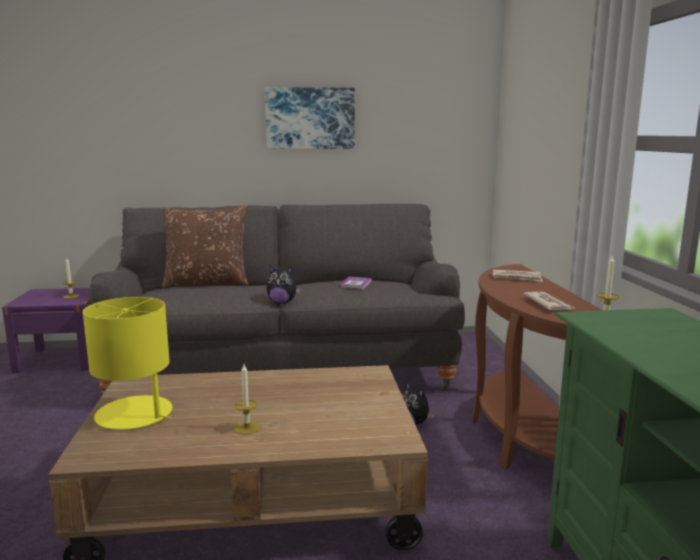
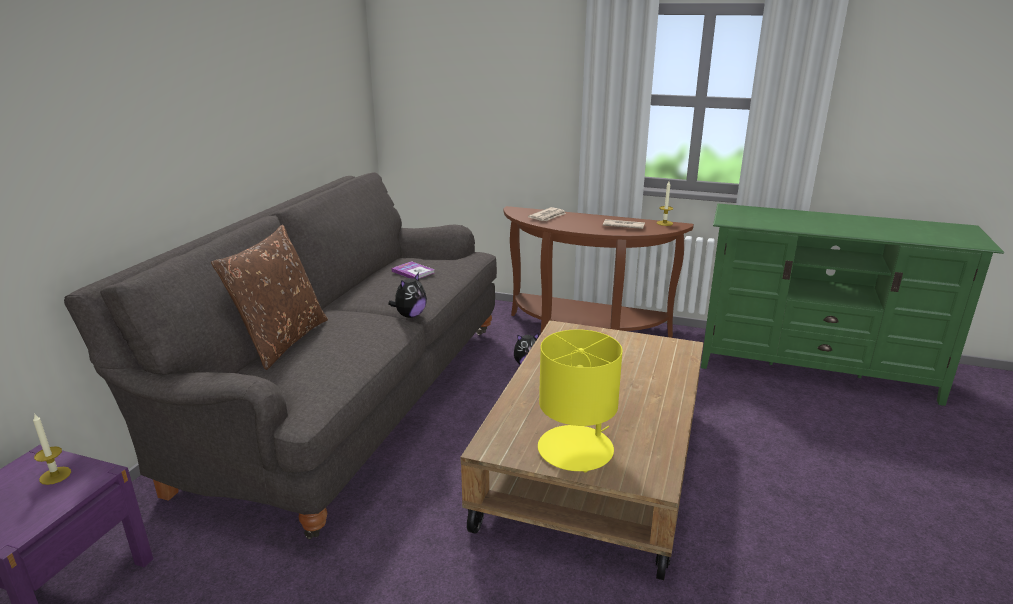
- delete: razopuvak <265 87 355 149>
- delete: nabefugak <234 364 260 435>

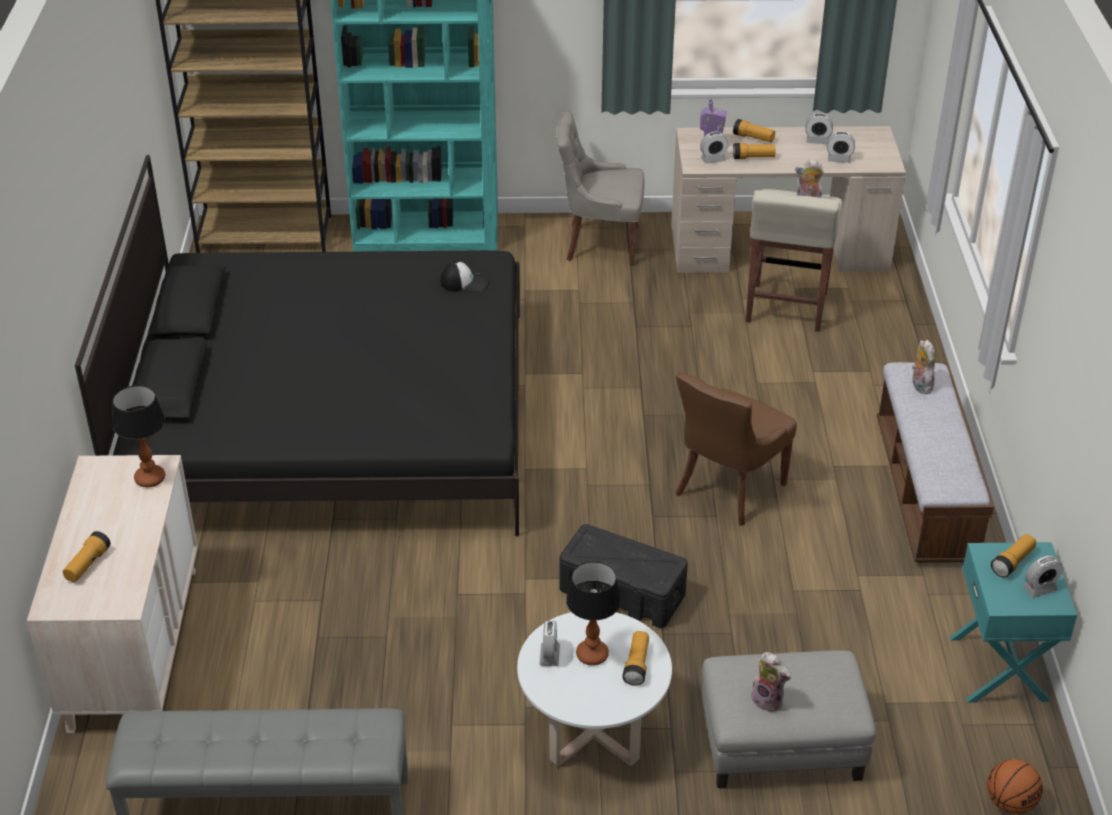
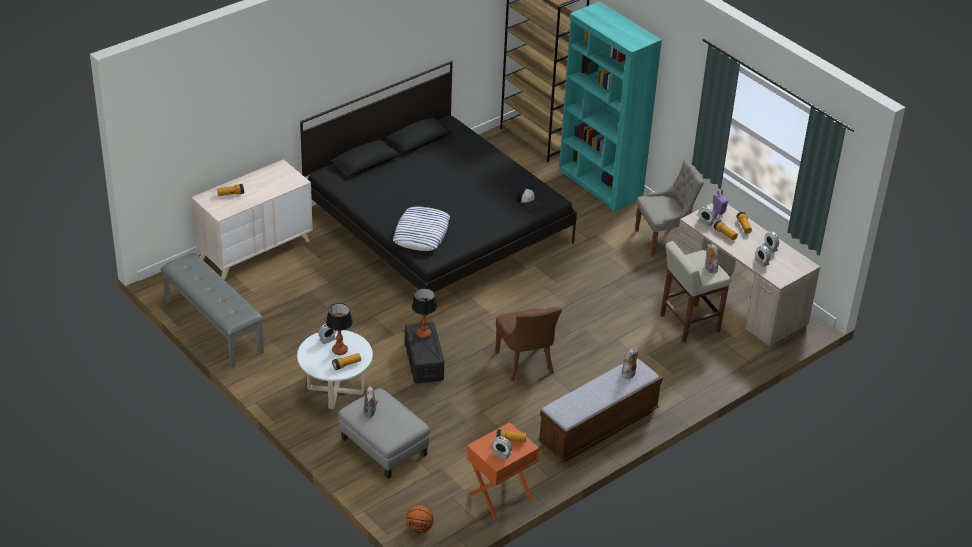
- rotate: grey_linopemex <556 111 645 266> = <635 159 704 257> 105 degrees clockwise
- rotate: brown_linopemex <676 373 797 526> = <496 307 562 381> 105 degrees counterclockwise
- move: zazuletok <113 385 165 487> to <412 288 437 339>
- recolor: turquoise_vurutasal <950 542 1077 703> to orange_vurutasal <467 422 539 520>
- insert: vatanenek <393 207 450 251>

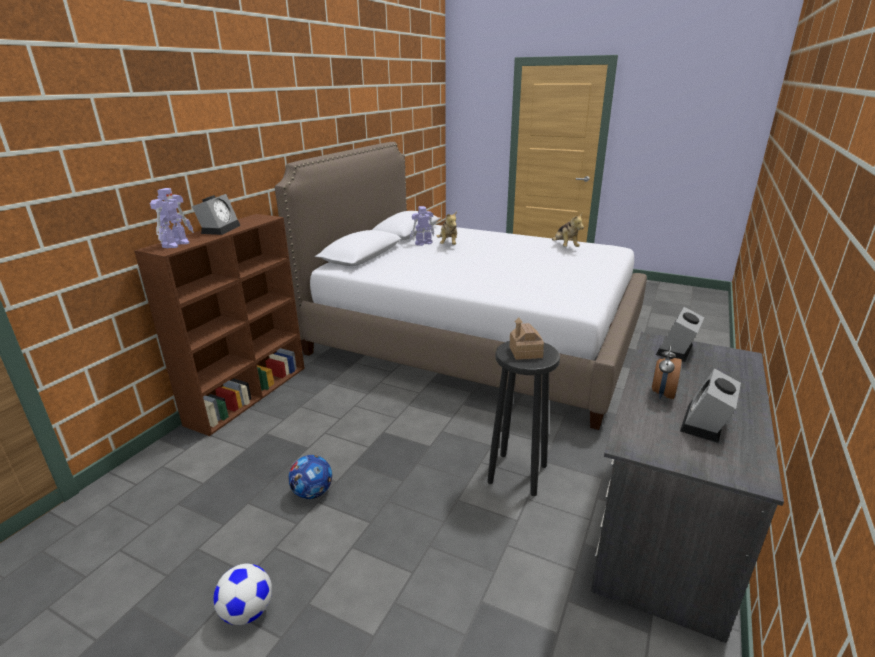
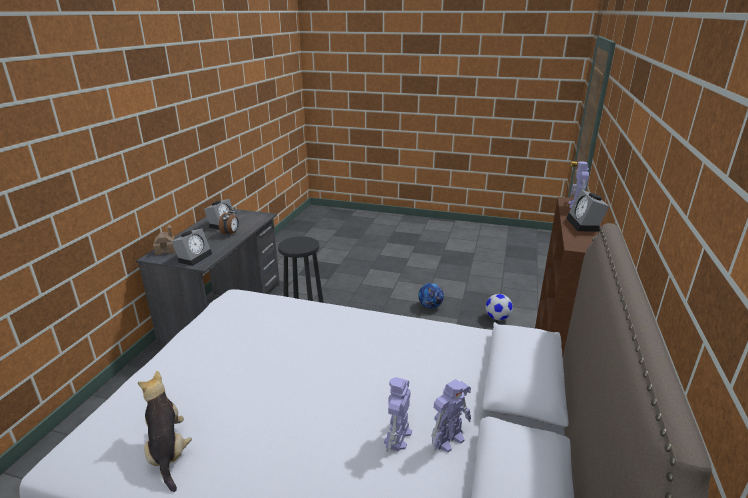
- replace: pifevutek <437 211 457 245> to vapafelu <384 377 412 452>
- move: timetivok <510 317 544 360> to <153 224 175 255>
- move: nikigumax <213 564 272 625> to <486 294 513 320>

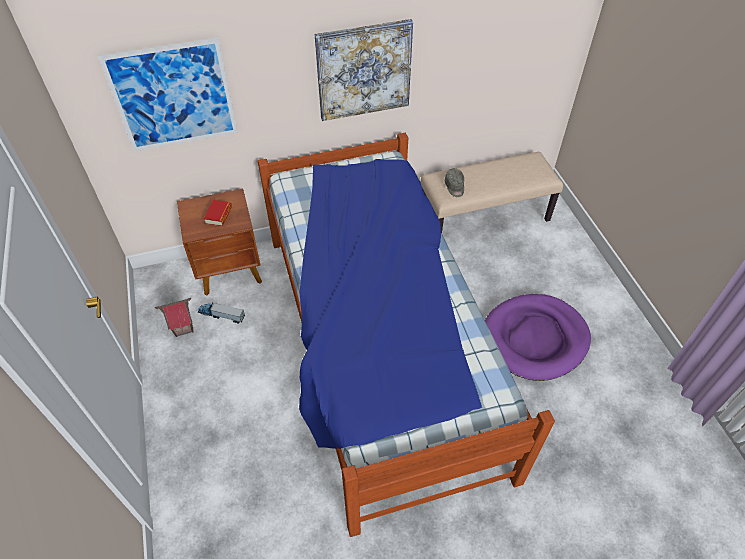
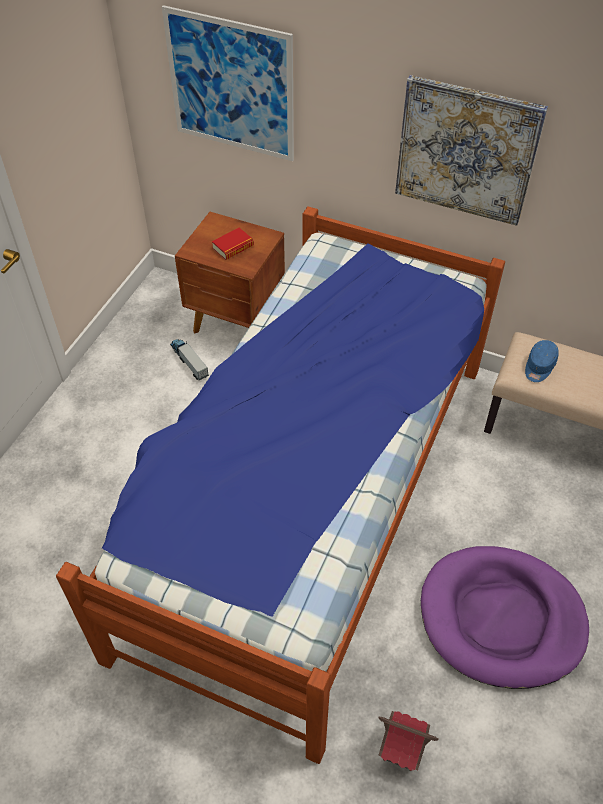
- recolor: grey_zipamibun <445 168 464 197> to blue_zipamibun <525 340 559 382>
- move: timetivok <155 298 194 337> to <378 711 438 771>

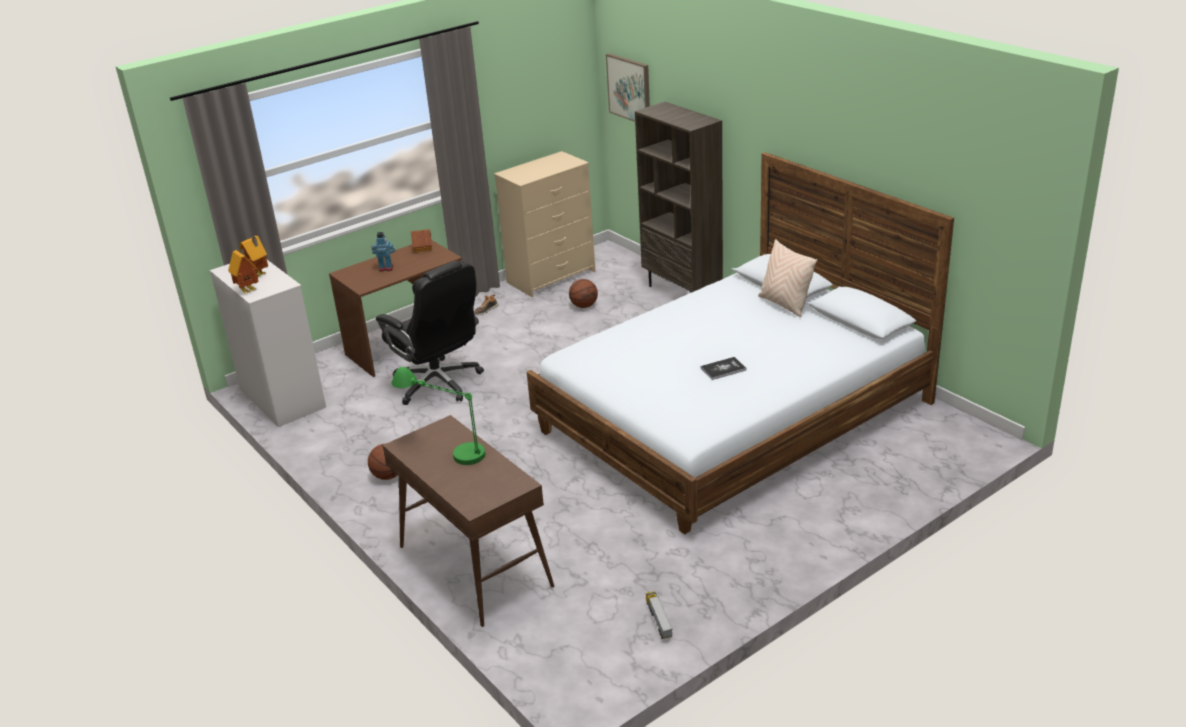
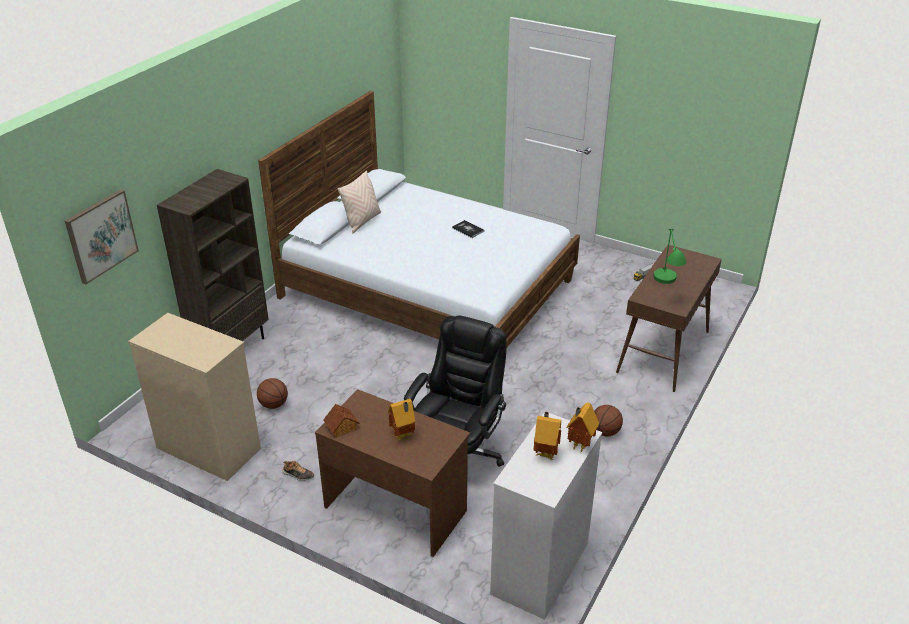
- replace: vapafelu <371 232 395 272> to timetivok <388 399 415 440>

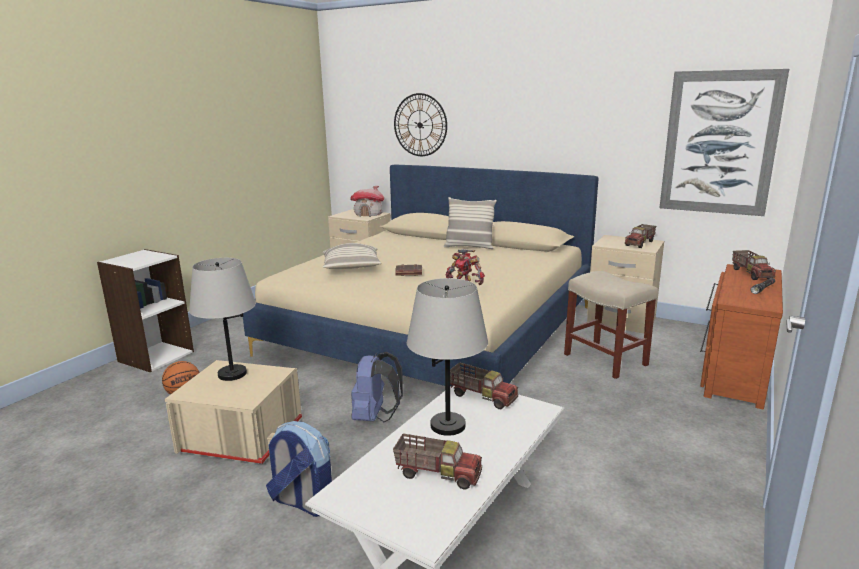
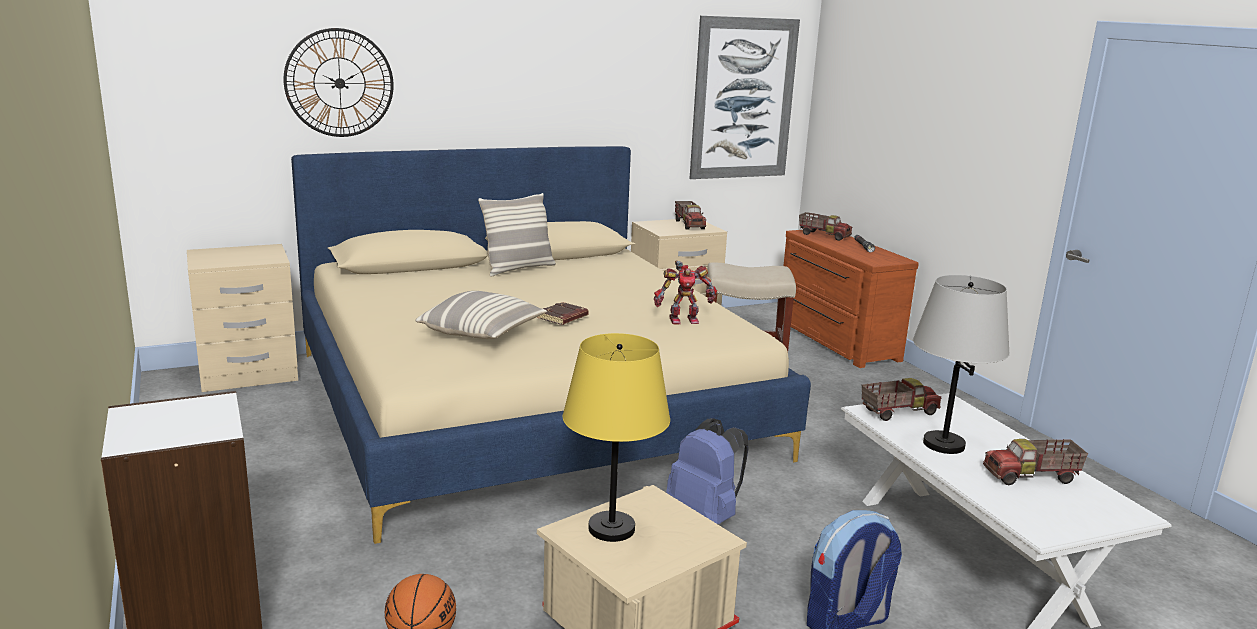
- delete: timetivok <351 186 384 217>
- recolor: grey_zazuletok <189 258 256 381> to yellow_zazuletok <563 333 670 542>
- rotate: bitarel <393 433 482 490> = <983 439 1088 485> 150 degrees counterclockwise

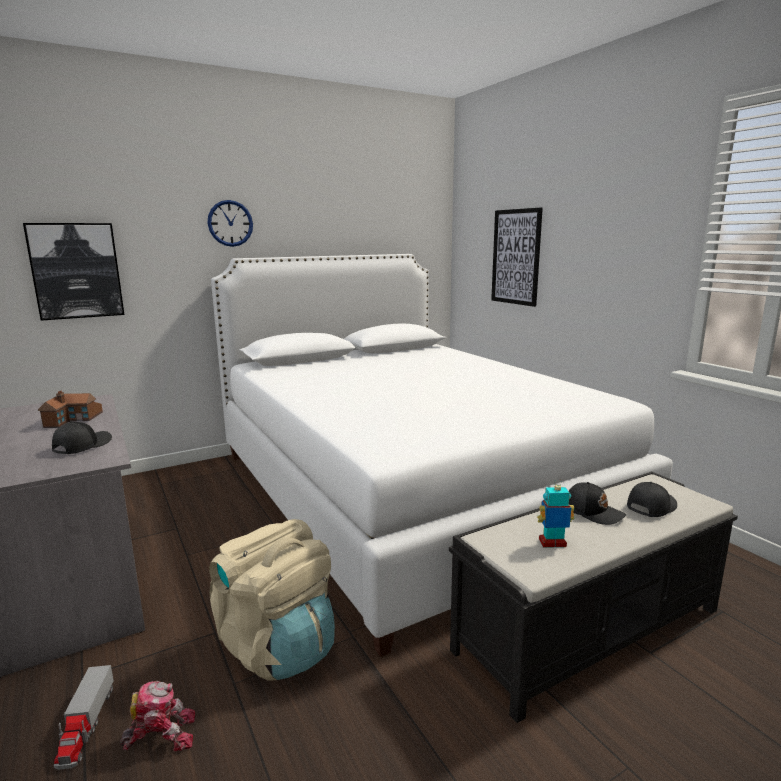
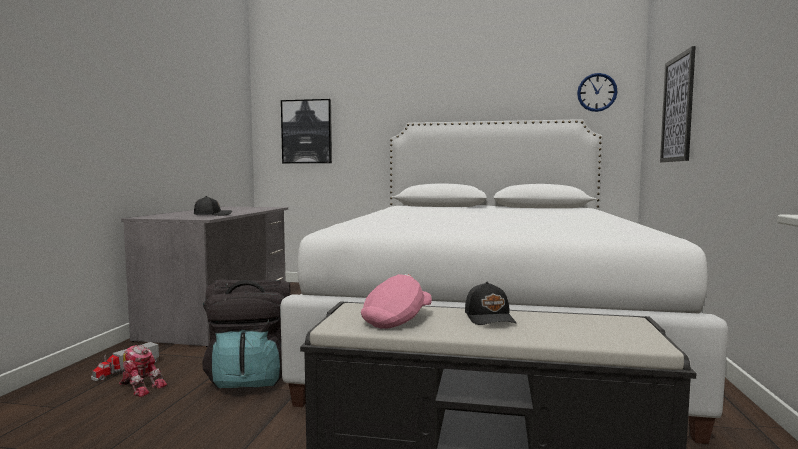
- move: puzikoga <208 200 253 247> to <577 73 618 112>
- delete: timetivok <38 391 103 428>
- replace: vapafelu <537 479 574 548> to pink_zipamibun <361 274 432 329>
- delete: black_zipamibun <627 482 677 517>
- recolor: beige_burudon <209 519 335 681> to black_burudon <202 280 291 388>

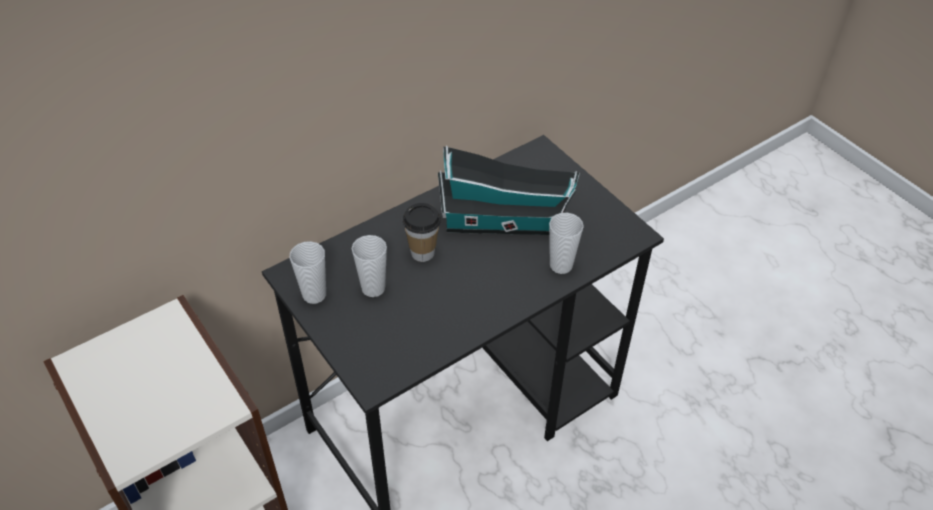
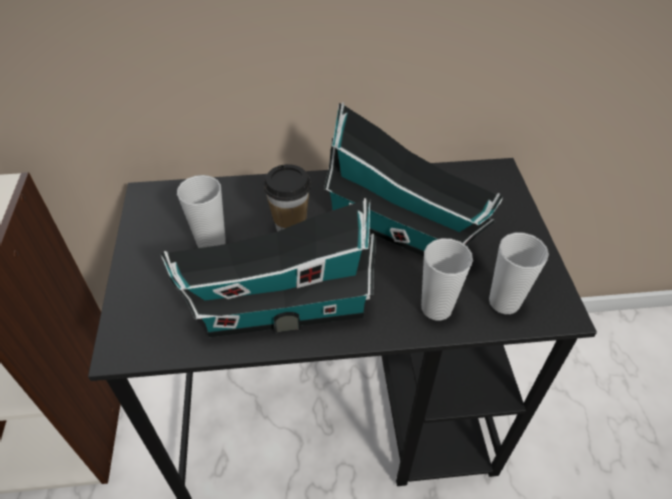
- move: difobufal <290 241 326 304> to <489 232 549 314>
- insert: timetivok <160 198 377 337>

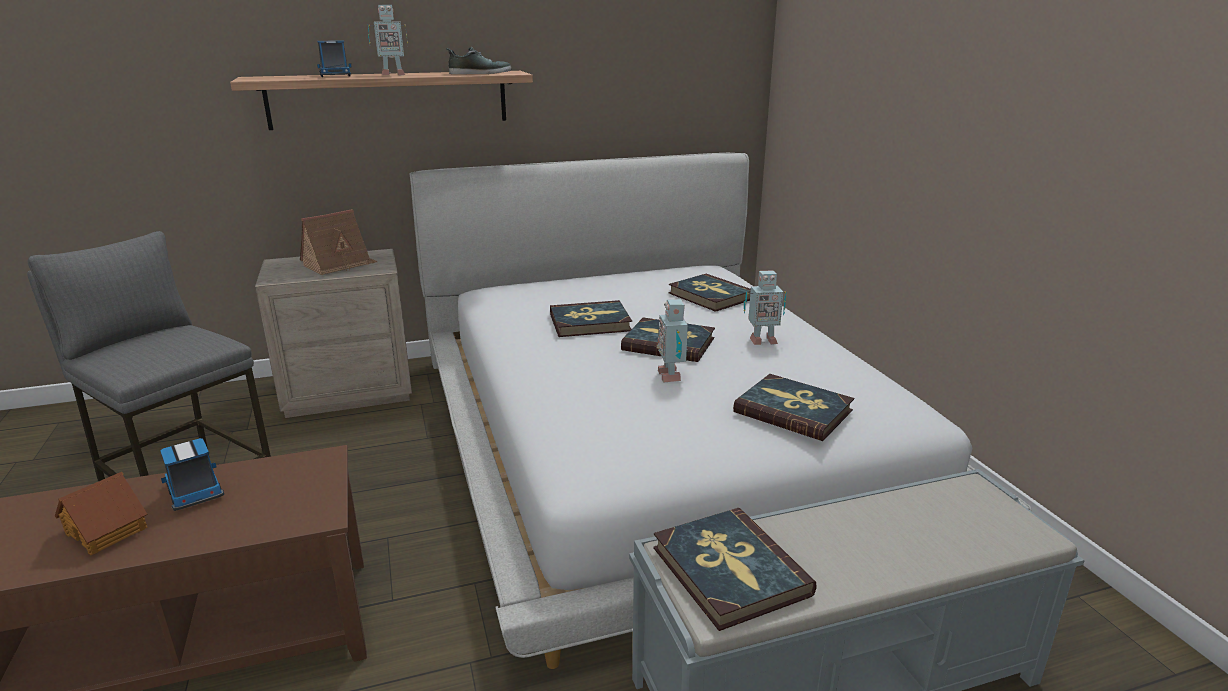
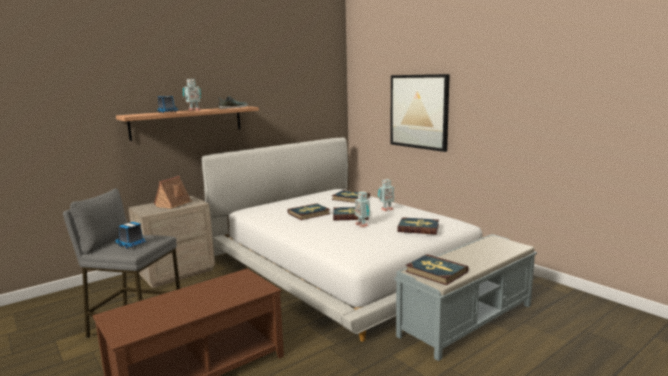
- move: bitarel <161 438 224 511> to <115 222 147 249>
- delete: timetivok <55 472 148 555>
- insert: razopuvak <391 74 450 152>

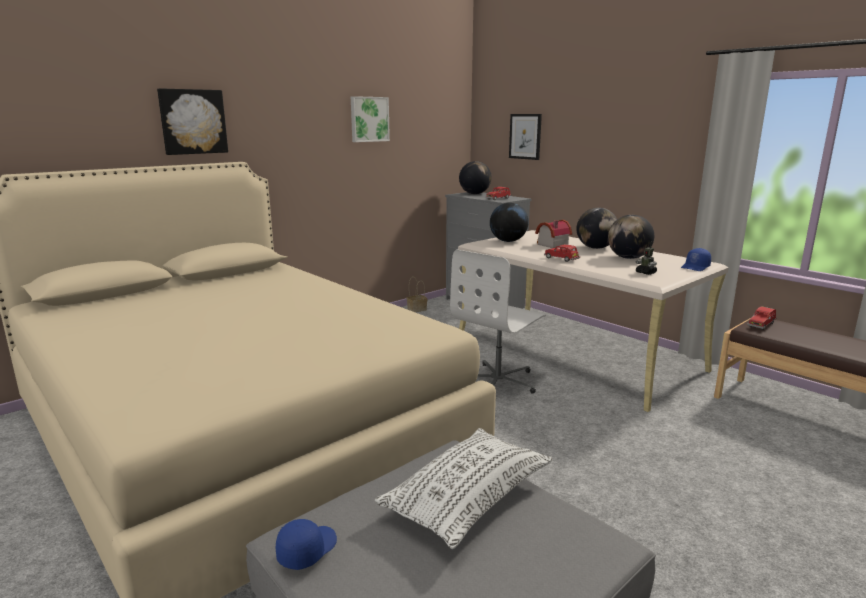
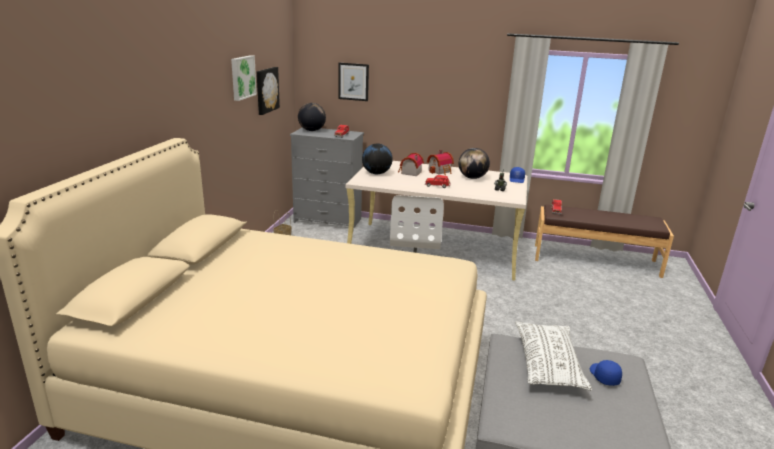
- move: razopuvak <157 88 228 155> to <257 67 280 115>
- replace: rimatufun <576 207 617 249> to timetivok <427 150 454 175>
- move: blue_zipamibun <276 519 337 570> to <590 360 622 386>

